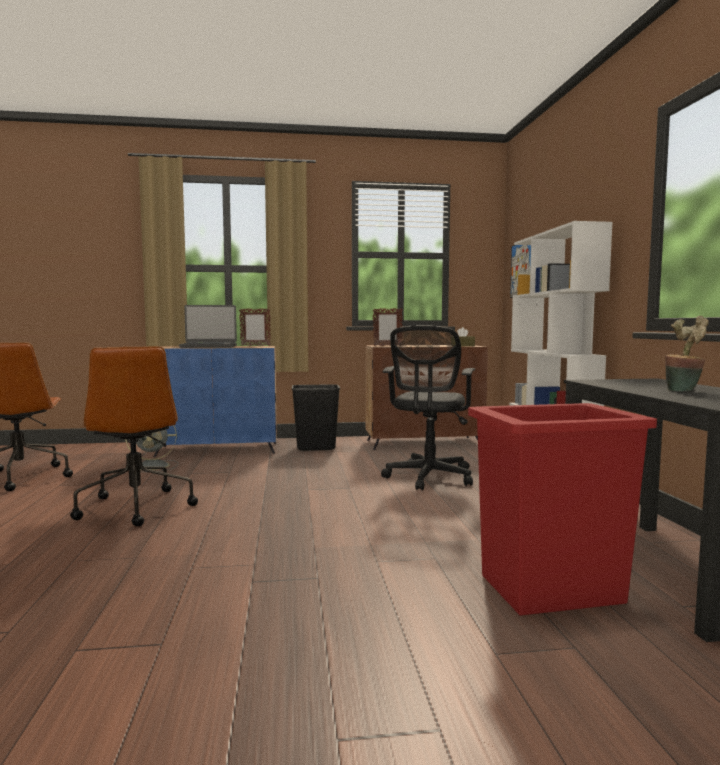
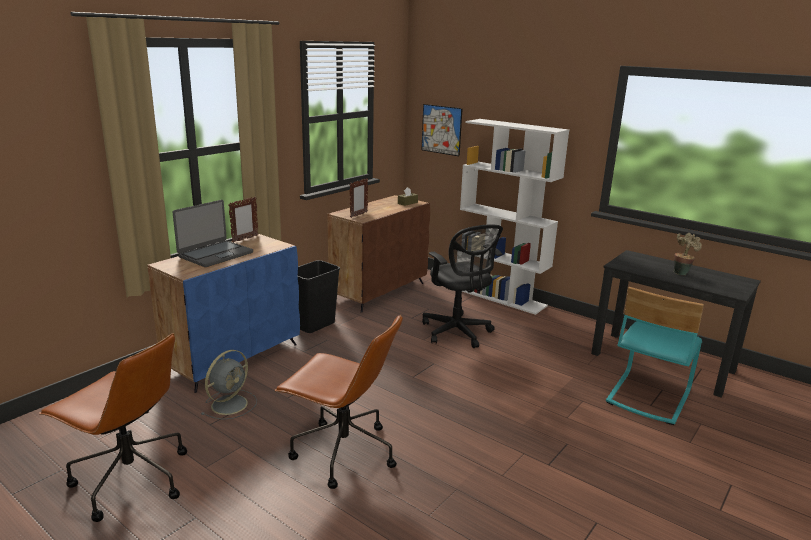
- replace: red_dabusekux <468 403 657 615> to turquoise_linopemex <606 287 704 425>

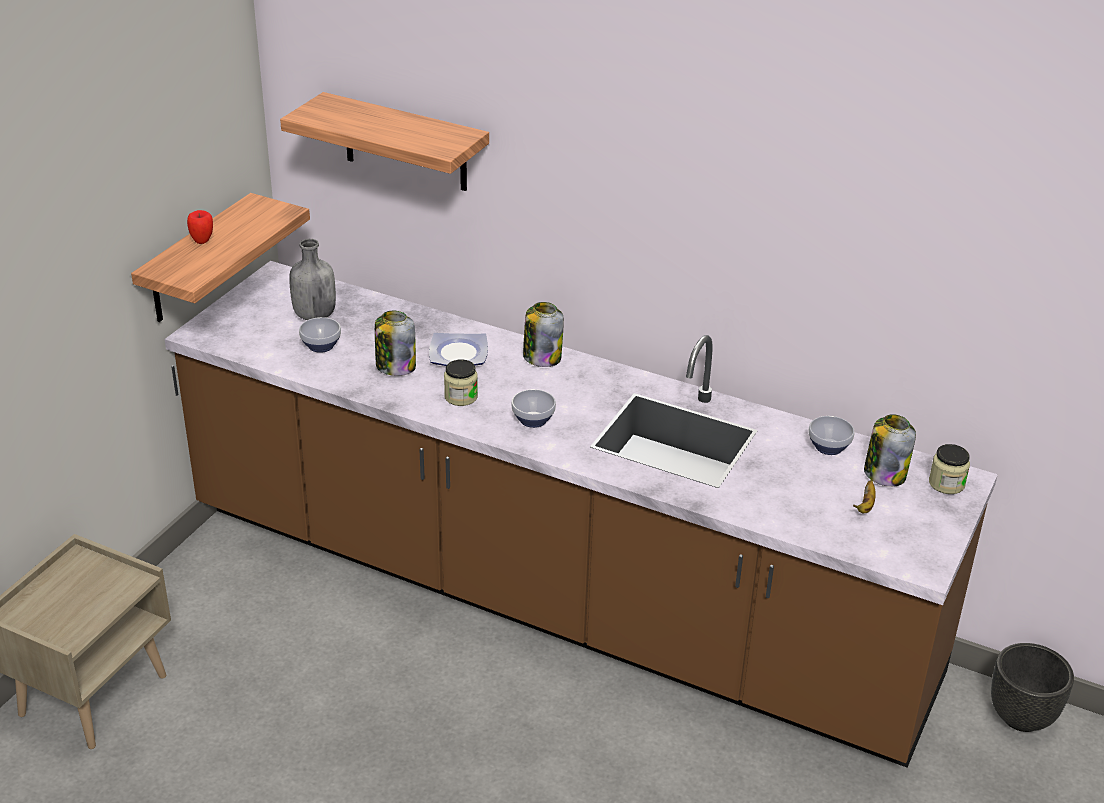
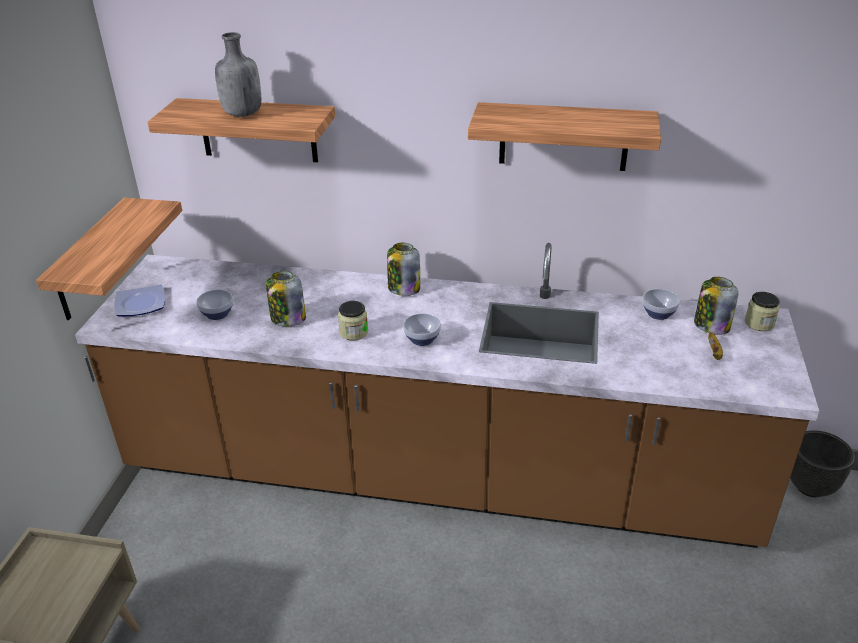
- delete: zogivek <187 210 213 244>
- move: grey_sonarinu <289 239 336 320> to <215 32 261 117>
- move: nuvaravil <429 333 488 366> to <114 284 165 317>
- insert: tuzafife <468 102 661 171>

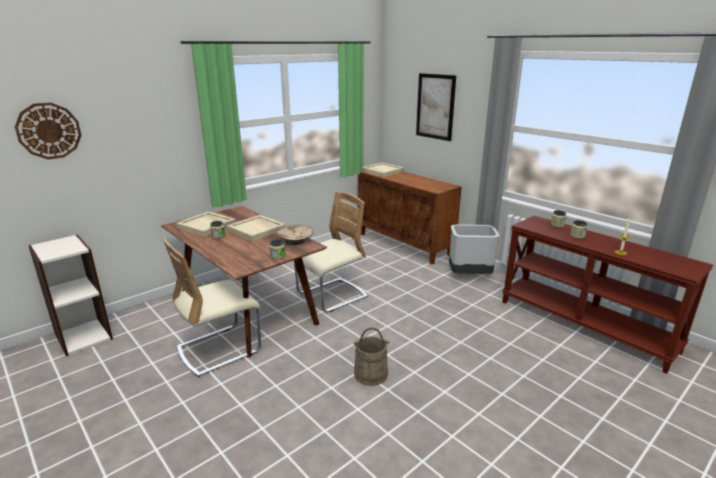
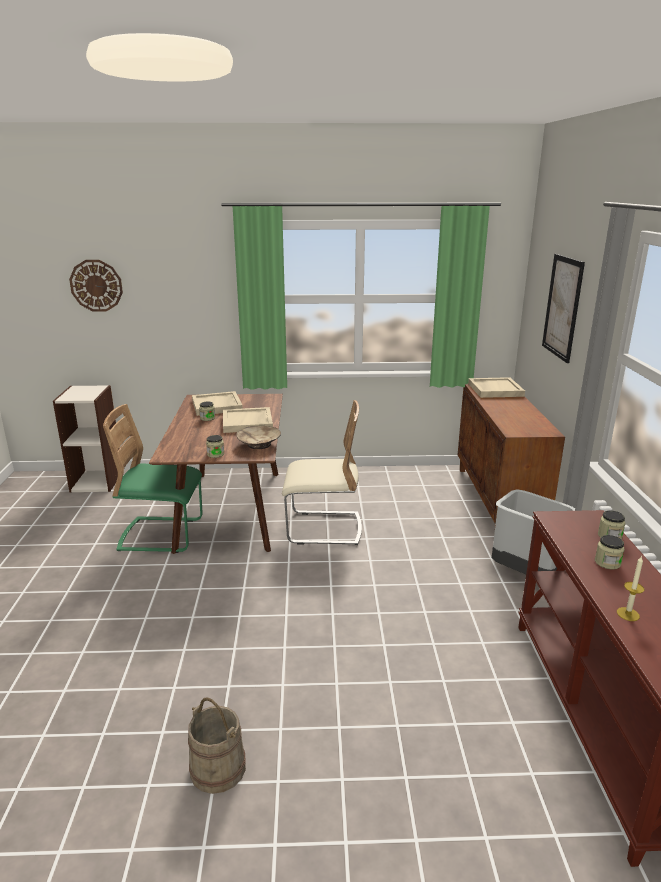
- recolor: beige_linopemex <162 237 261 377> to green_linopemex <103 404 203 553>
- move: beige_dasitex <353 327 389 386> to <188 697 246 794>

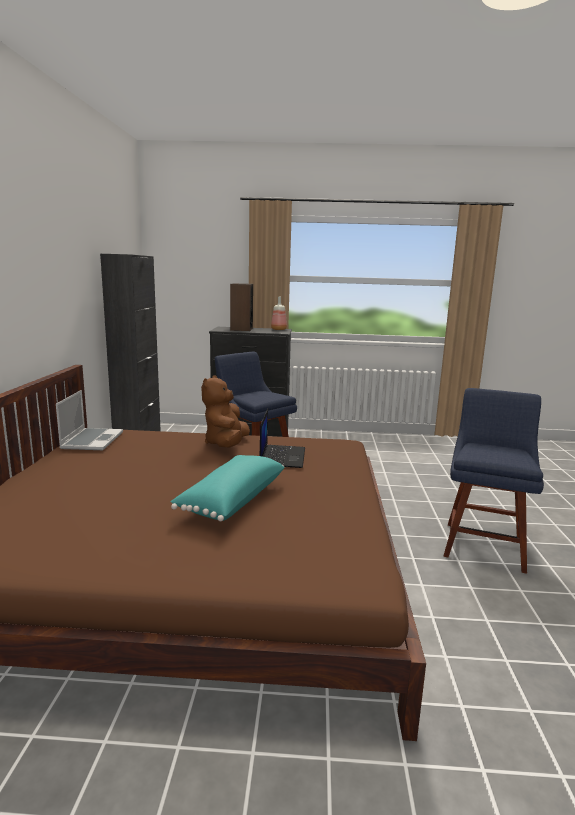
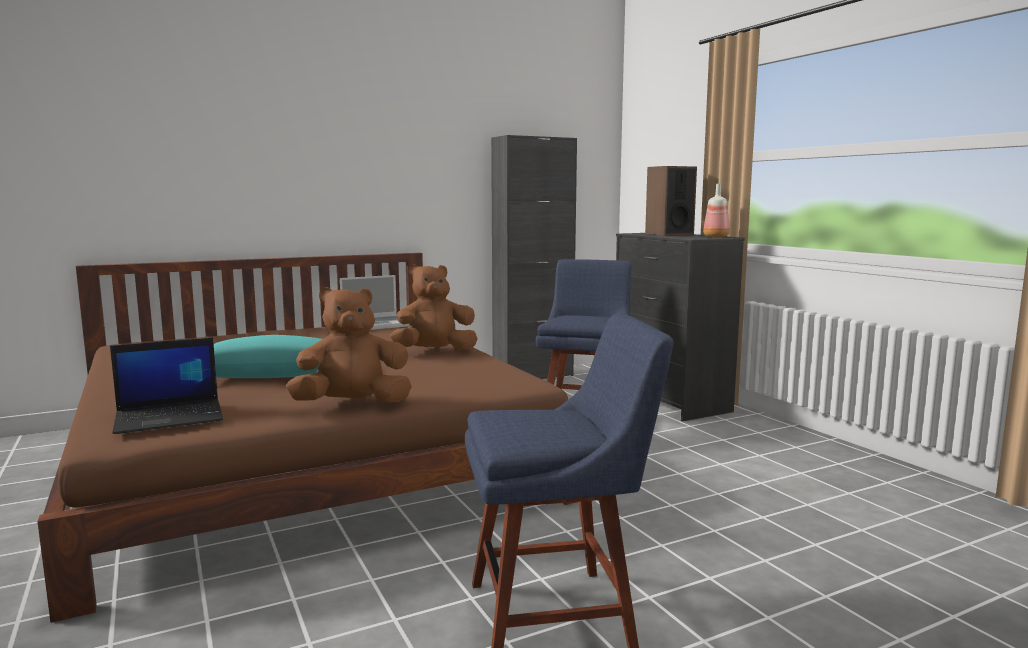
- move: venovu <260 409 305 468> to <110 338 223 434>
- insert: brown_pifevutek <286 287 412 403>

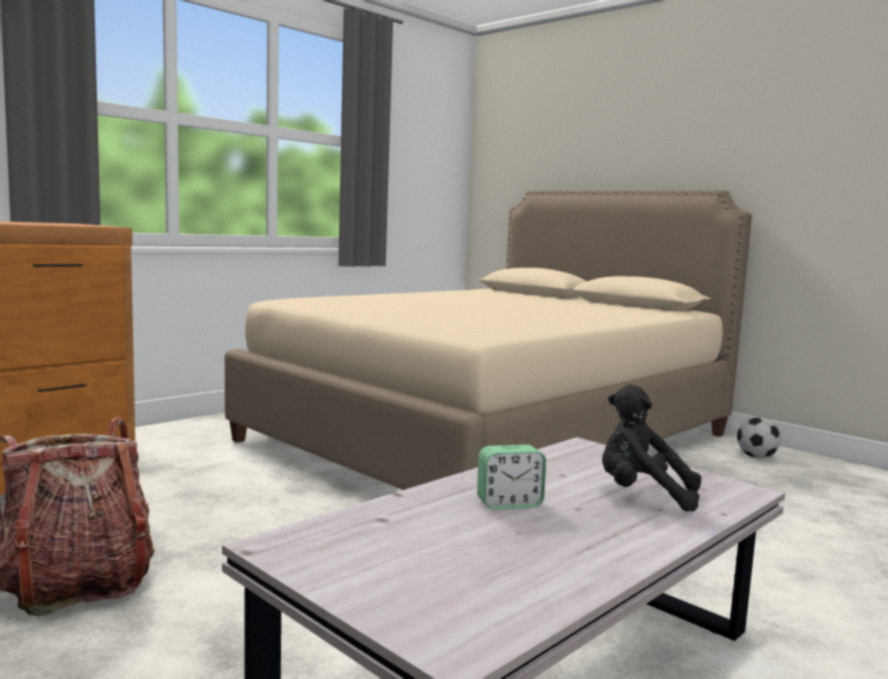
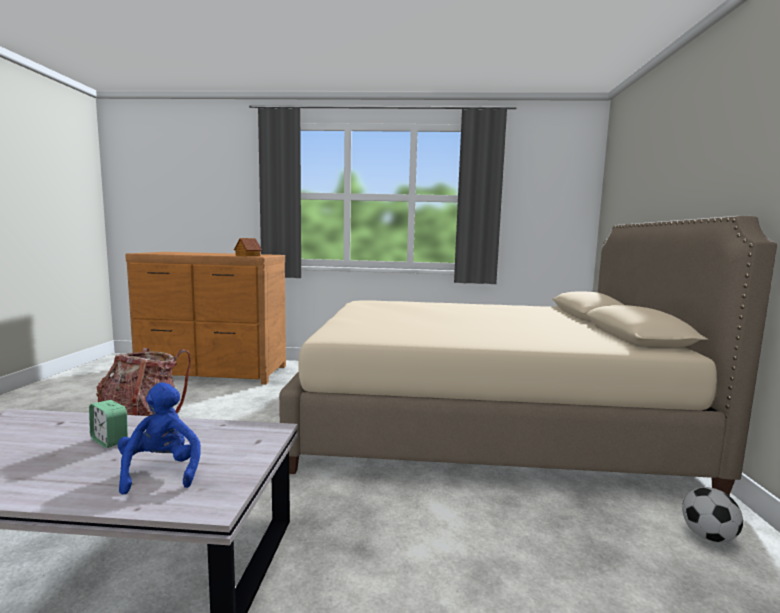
- recolor: black_pifevutek <602 385 701 512> to blue_pifevutek <118 383 201 495>
- insert: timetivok <234 238 262 256>

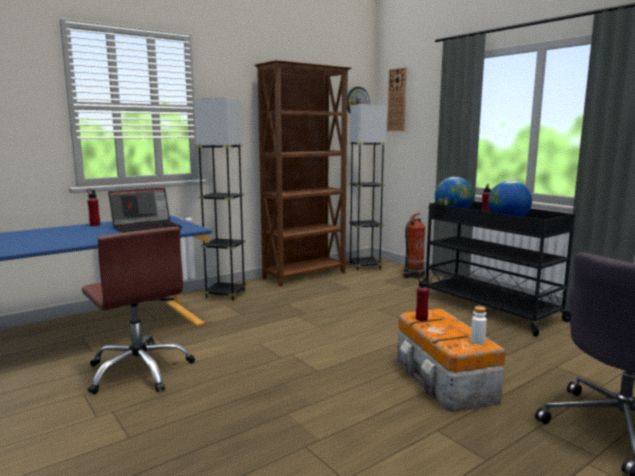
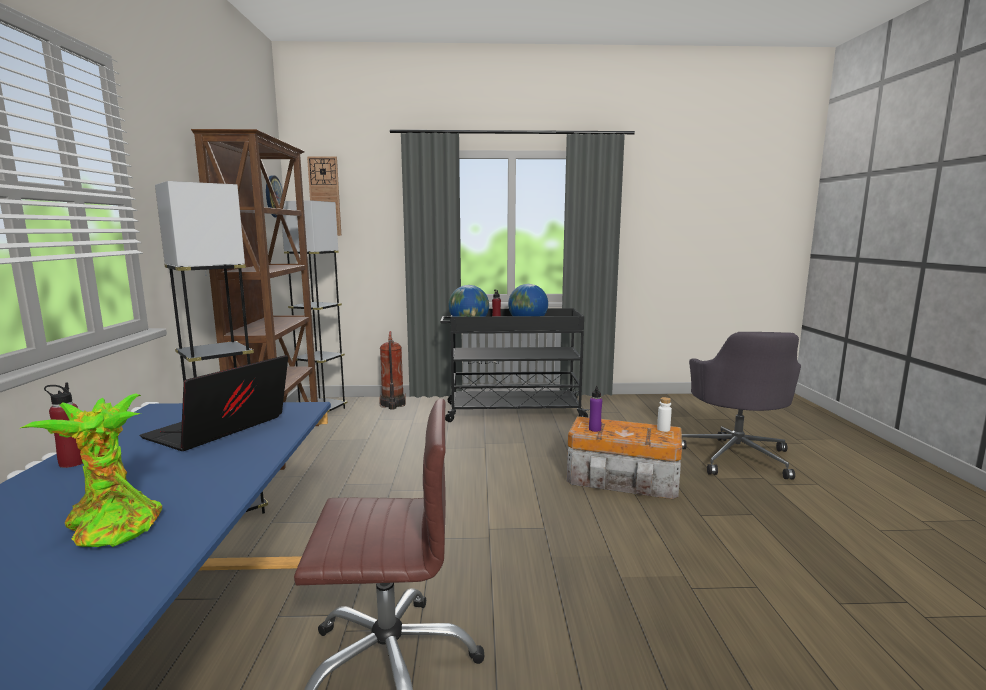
- rotate: venovu <108 188 182 233> = <139 355 288 451> 150 degrees counterclockwise
- recolor: red_sonarinu <416 276 429 321> to purple_sonarinu <589 386 602 432>
- insert: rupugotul <21 393 162 547>

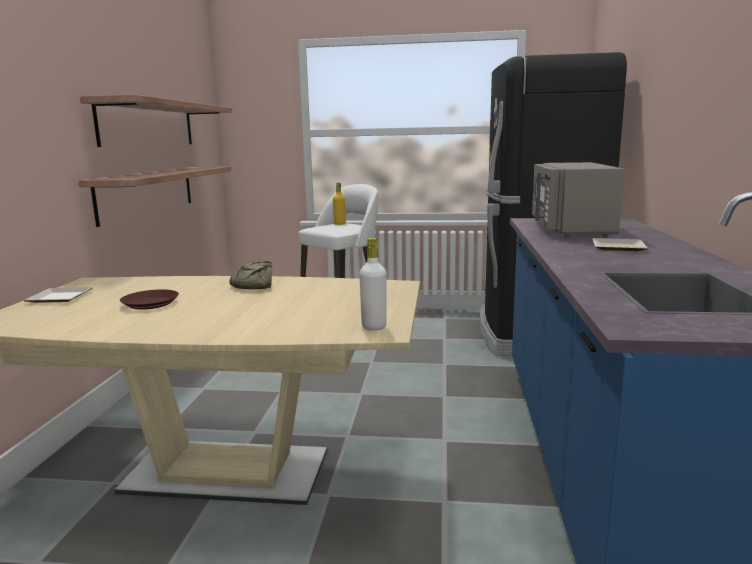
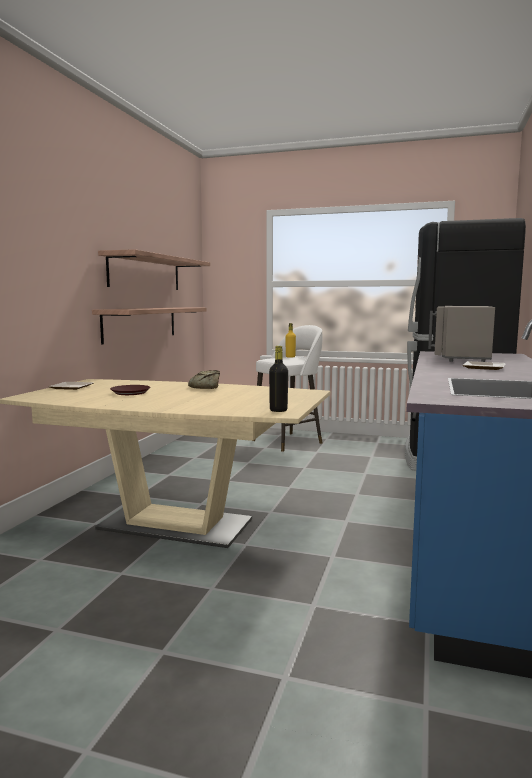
- recolor: white_sonarinu <359 238 386 330> to black_sonarinu <269 346 288 412>

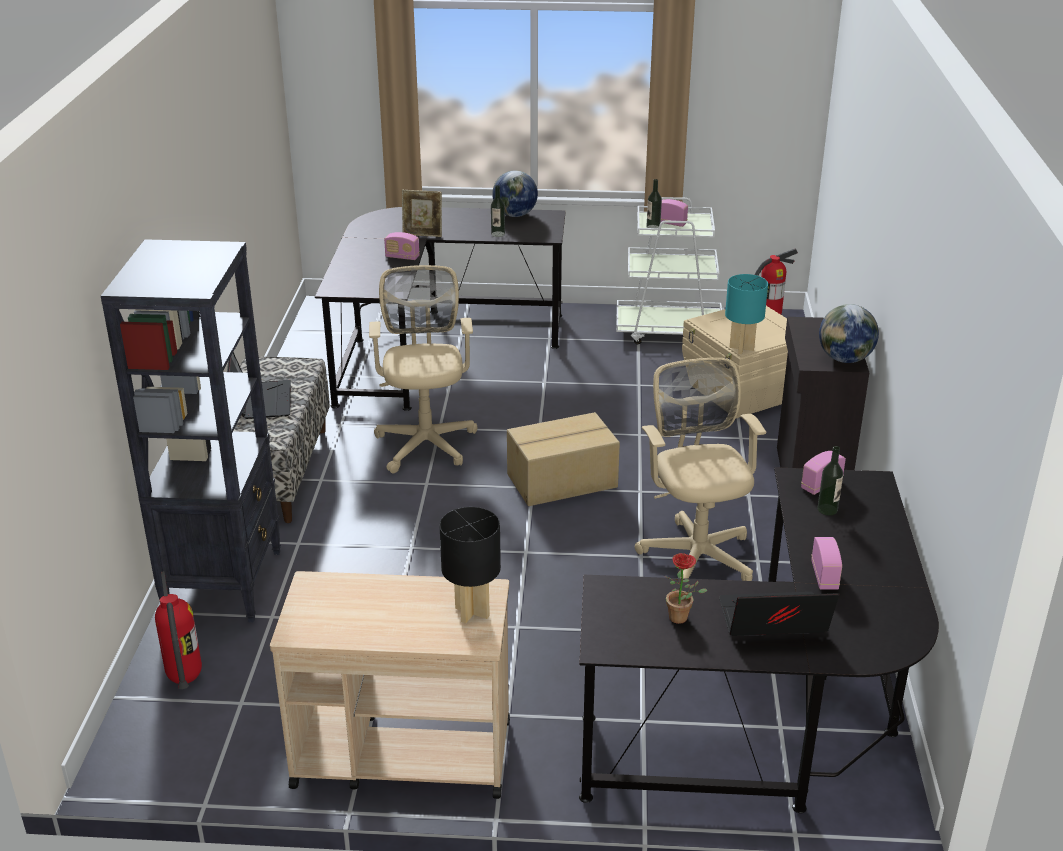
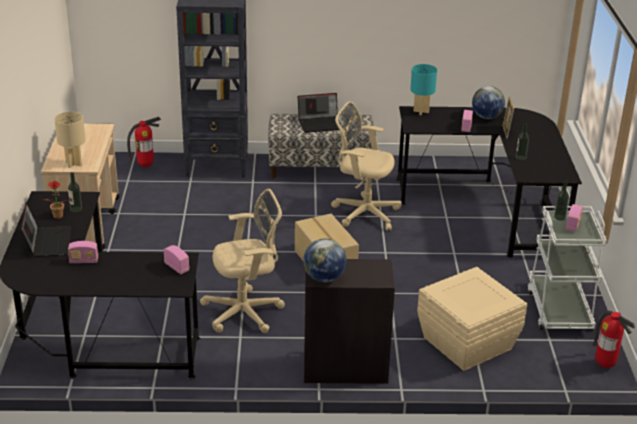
- move: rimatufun <492 170 538 217> to <472 86 505 119>
- rotate: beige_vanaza <369 265 477 473> = <331 101 402 231> 150 degrees counterclockwise
- move: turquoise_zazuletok <725 274 768 354> to <410 64 437 115>
- move: sonarinu <817 446 843 515> to <68 172 82 213>
- recolor: black_zazuletok <439 507 501 623> to beige_zazuletok <54 112 86 168>

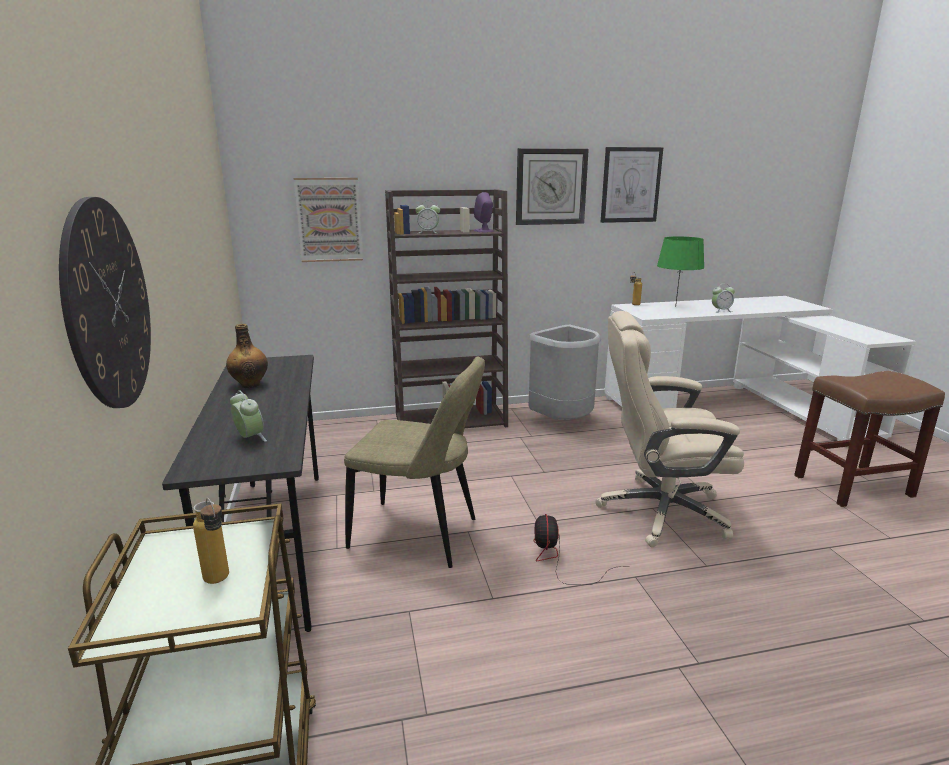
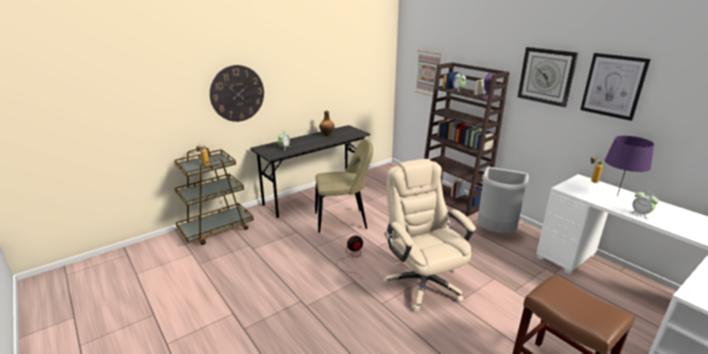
- recolor: green_zazuletok <657 236 705 307> to purple_zazuletok <605 136 654 196>
- rotate: beige_linopemex <344 357 485 568> = <315 139 373 233> 90 degrees counterclockwise

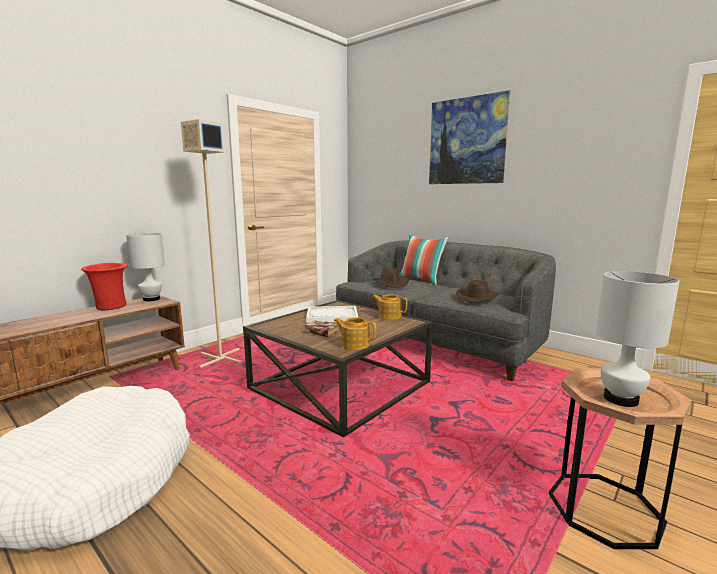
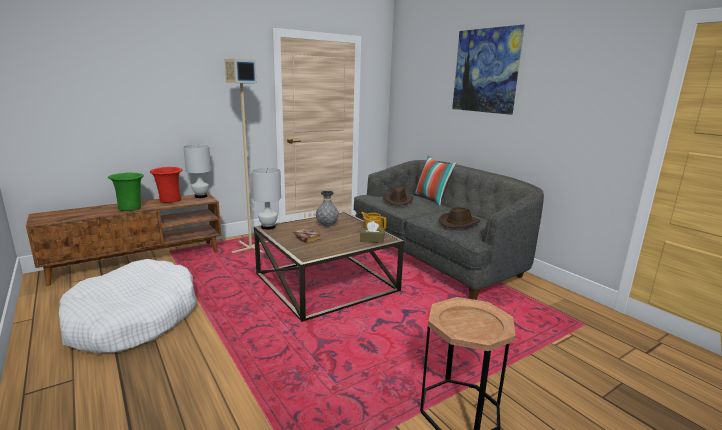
- move: white_zazuletok <596 271 680 407> to <251 168 281 230>
- replace: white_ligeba <306 306 358 323> to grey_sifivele <316 191 339 226>
- delete: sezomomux <334 317 376 350>
- insert: green_sifivele <108 173 144 211>
- insert: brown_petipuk <360 221 384 243>

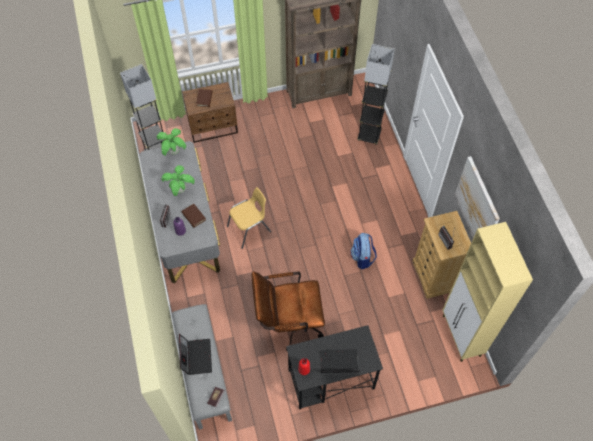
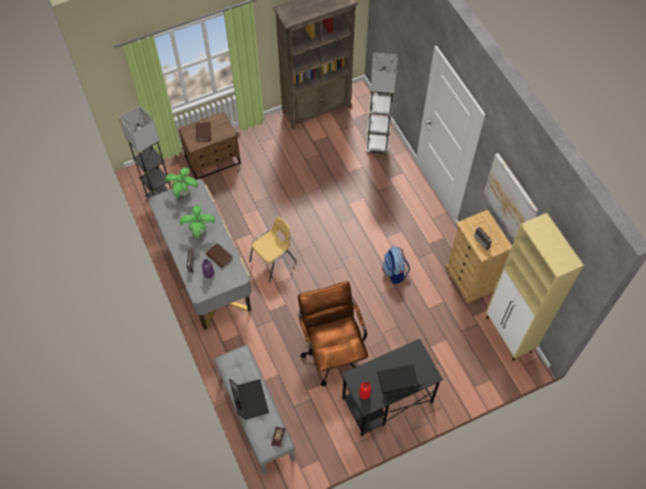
- rotate: brown_vanaza <252 271 325 351> = <298 281 368 386> 90 degrees clockwise

